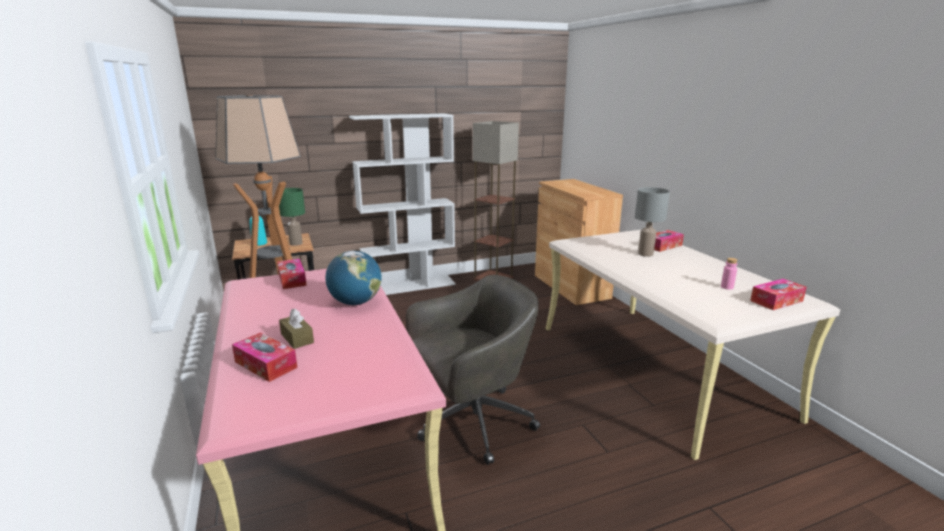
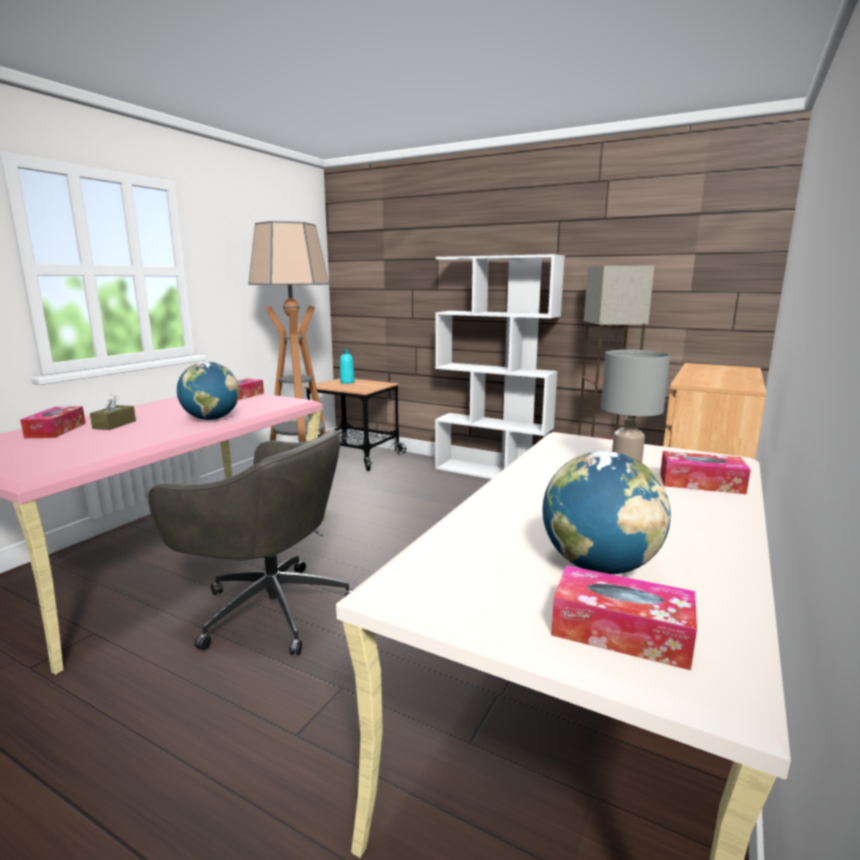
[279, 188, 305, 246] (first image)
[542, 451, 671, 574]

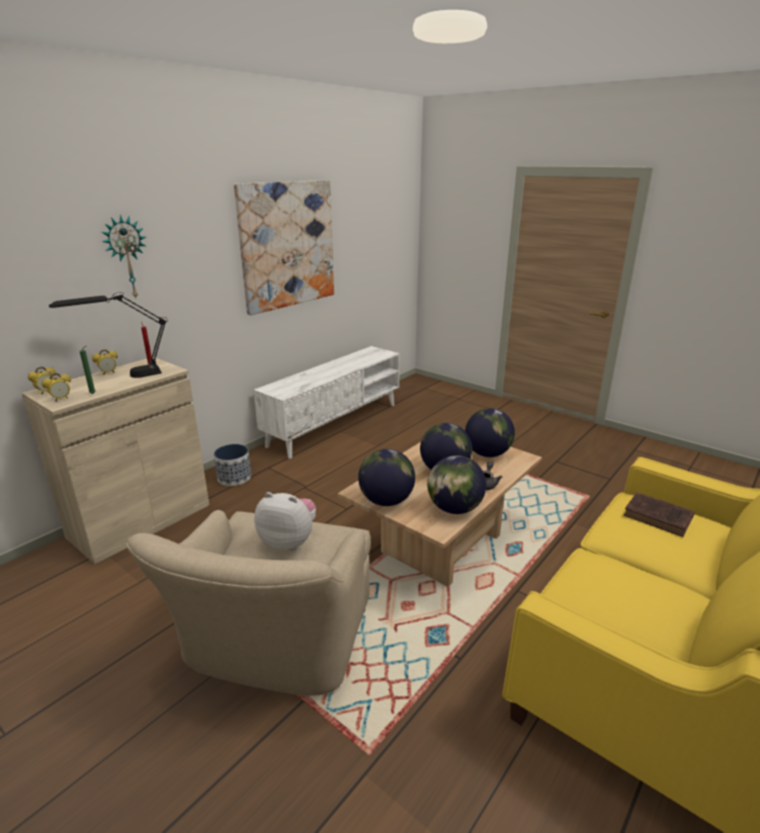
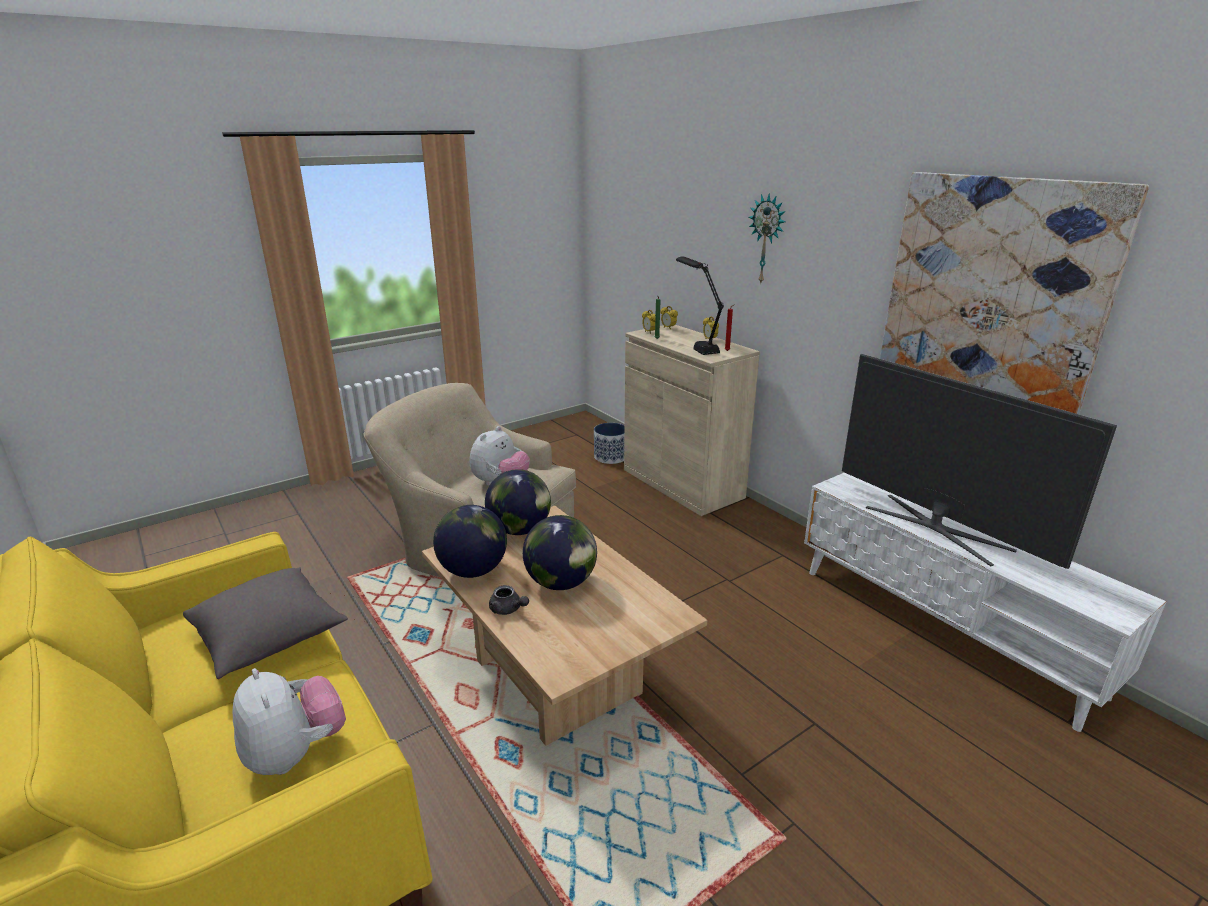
[465, 408, 515, 457] (first image)
[594, 423, 624, 464]
[233, 668, 346, 775]
[842, 354, 1117, 569]
[183, 567, 348, 679]

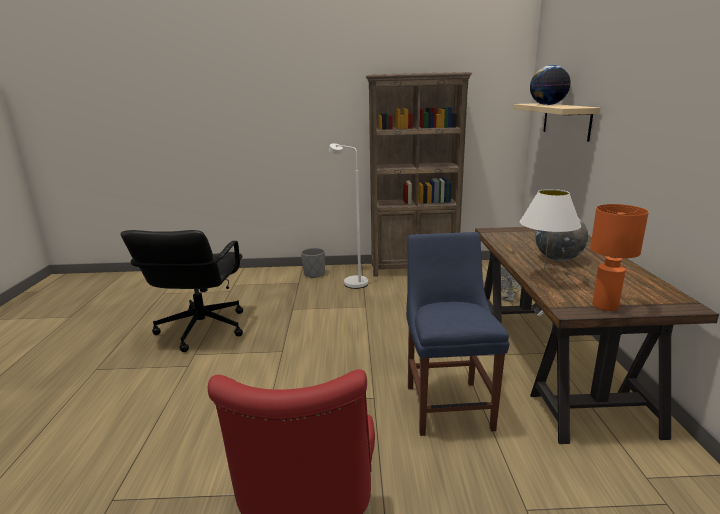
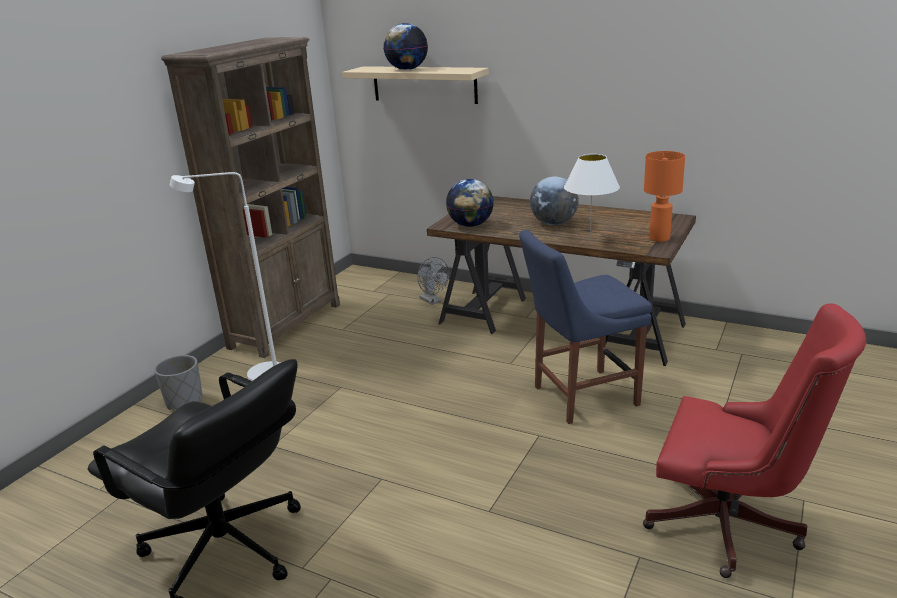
[519, 230, 652, 424]
[446, 179, 494, 227]

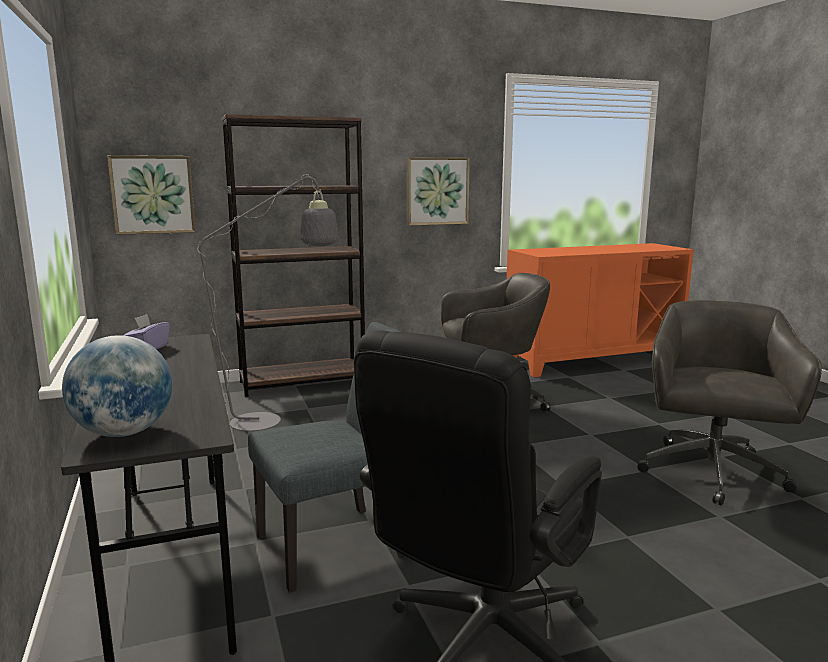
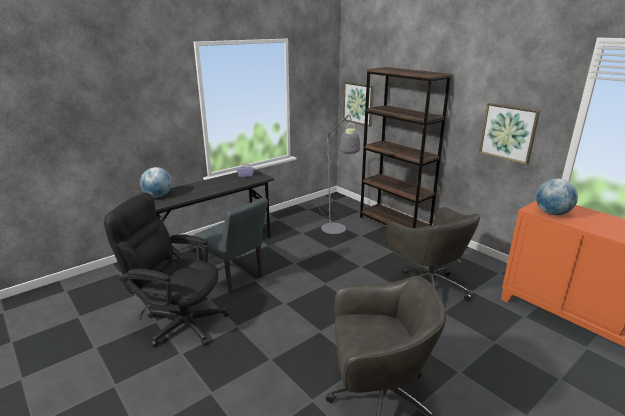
[536, 179, 578, 215]

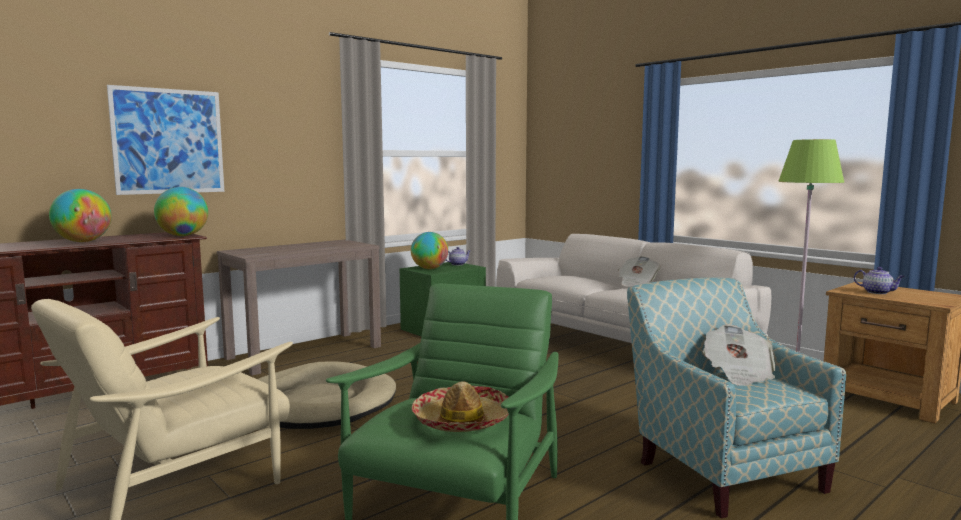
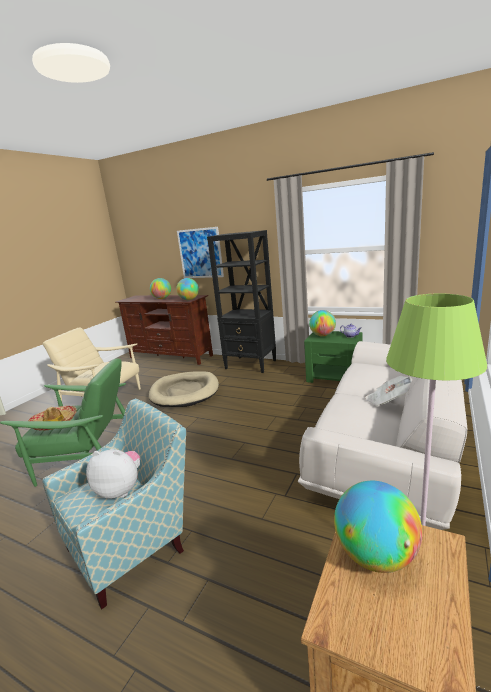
[207, 230, 276, 373]
[334, 481, 422, 573]
[86, 449, 140, 499]

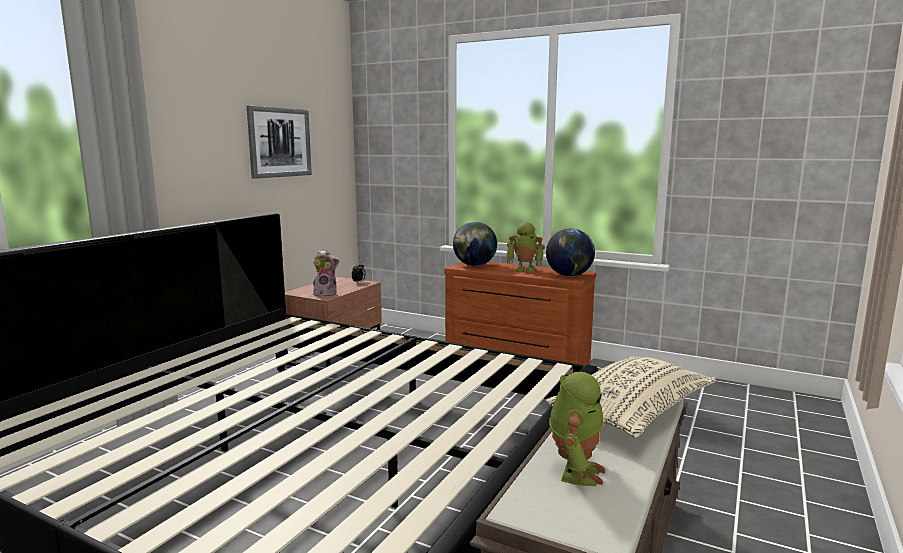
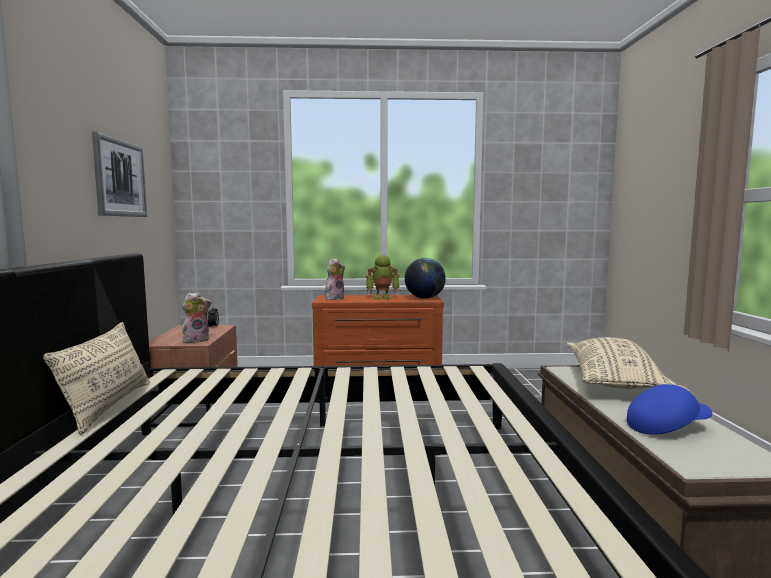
[325, 258, 345, 300]
[627, 384, 712, 435]
[43, 322, 150, 435]

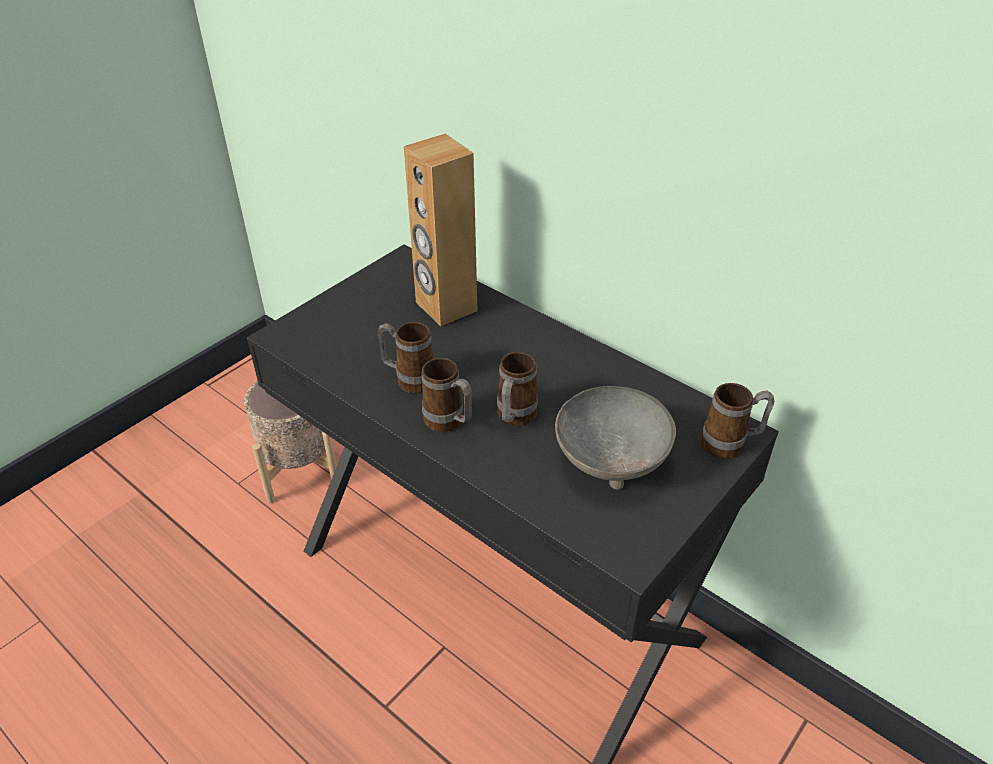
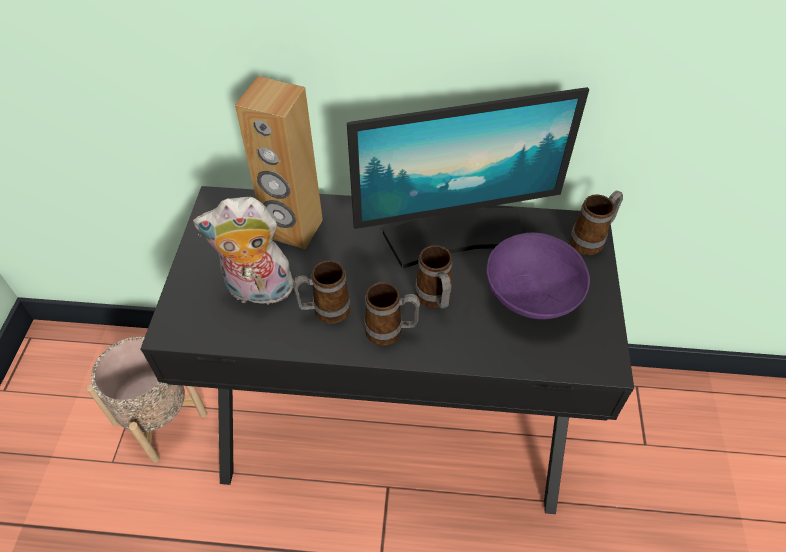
[486, 233, 590, 319]
[347, 87, 589, 269]
[193, 197, 299, 309]

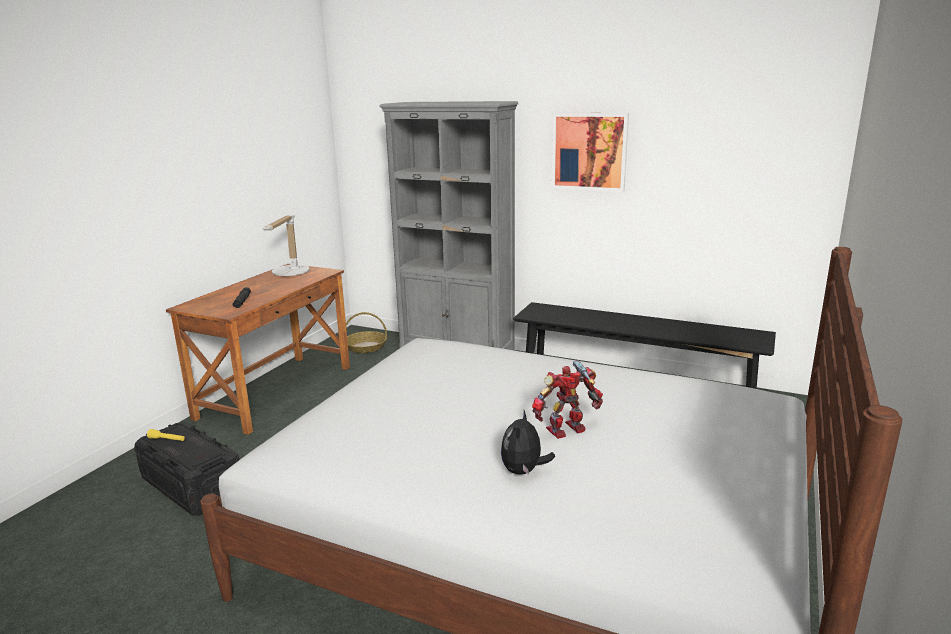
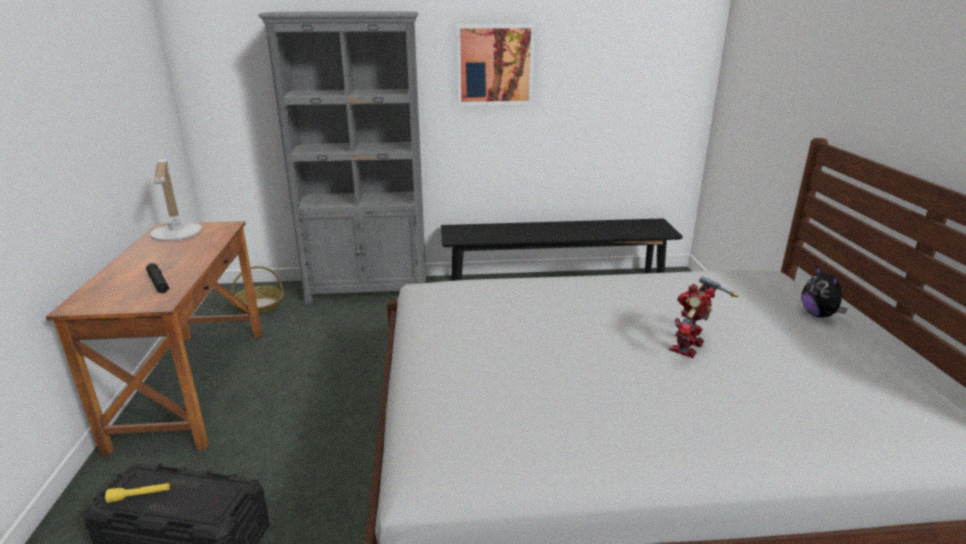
[801, 266, 847, 318]

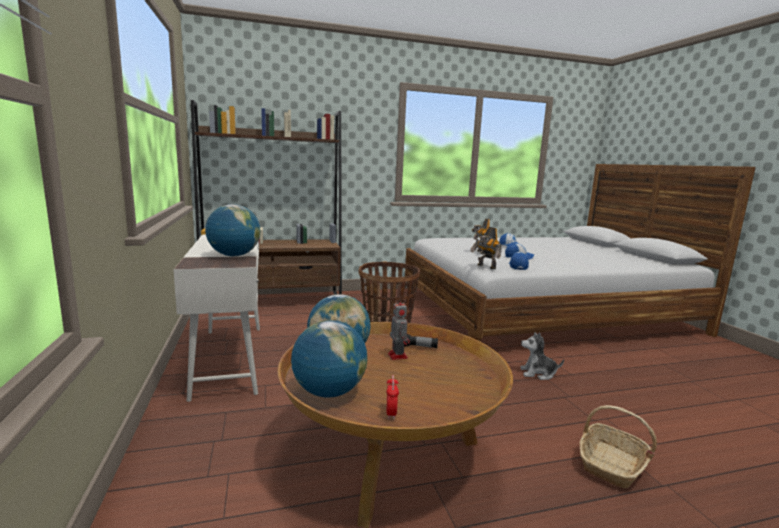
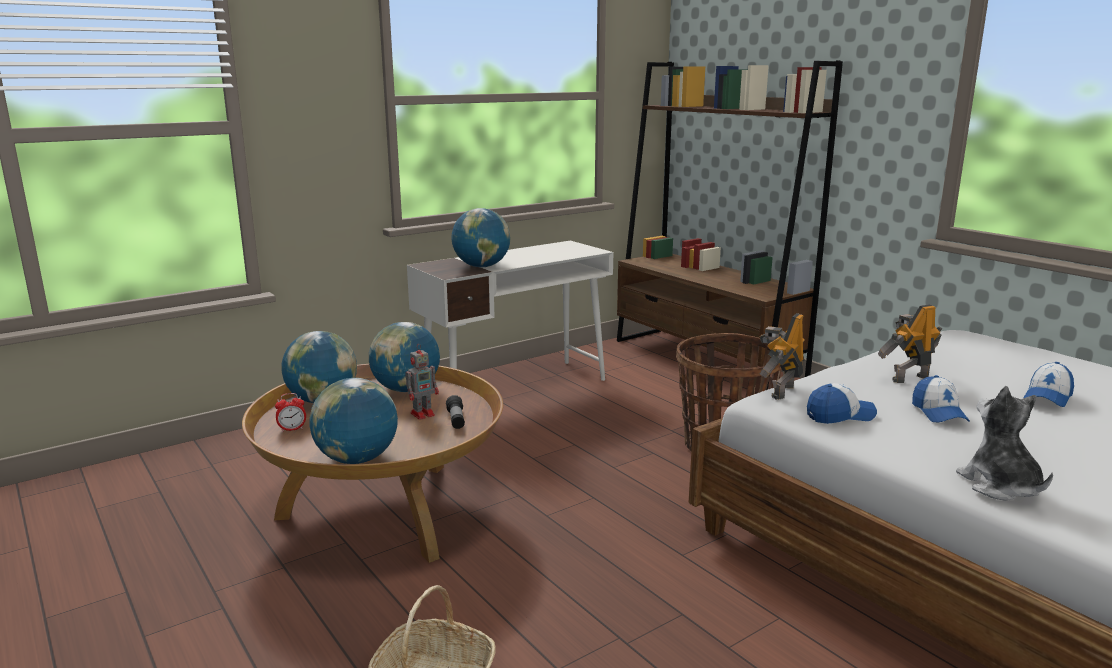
[956, 386, 1053, 501]
[309, 378, 398, 464]

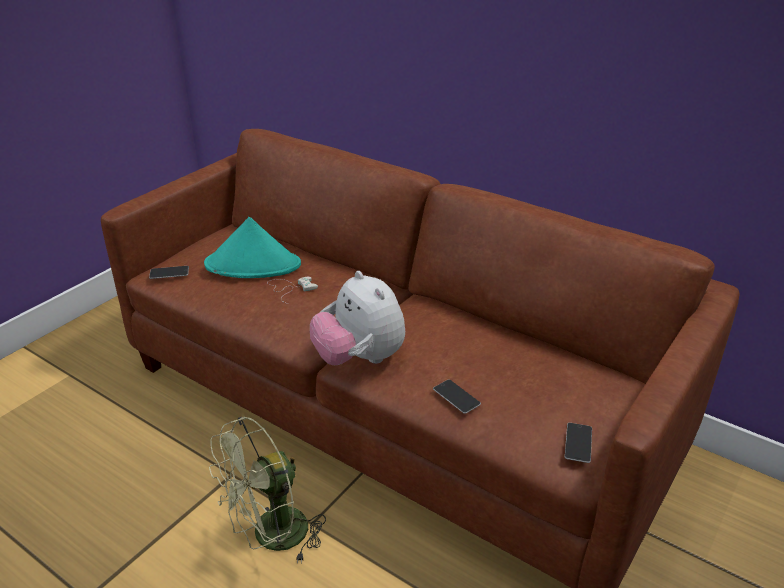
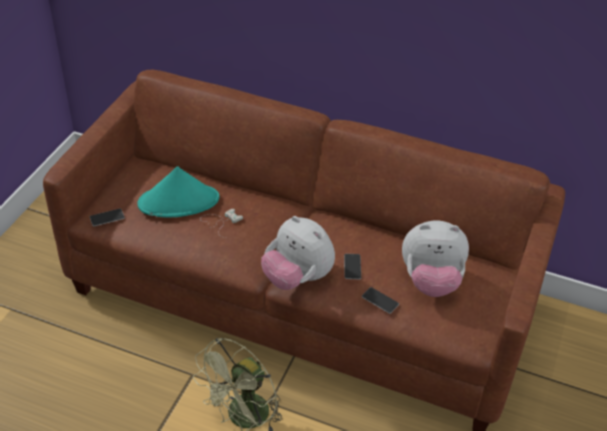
[344, 254, 361, 279]
[402, 220, 469, 297]

